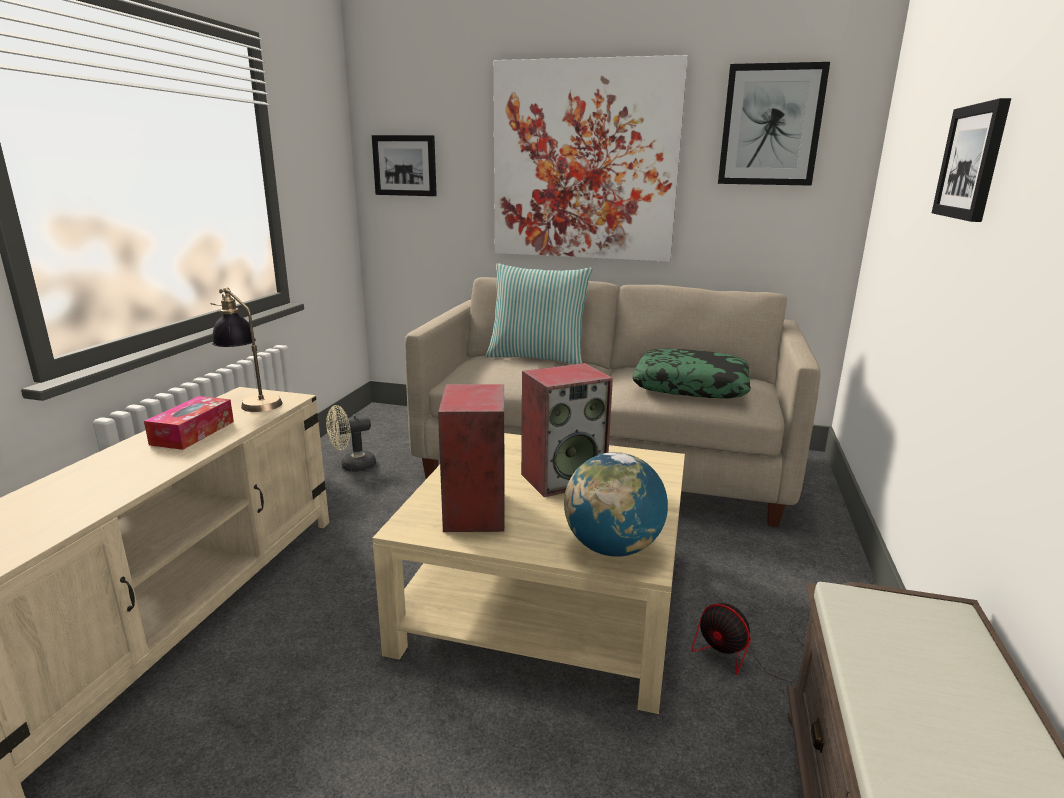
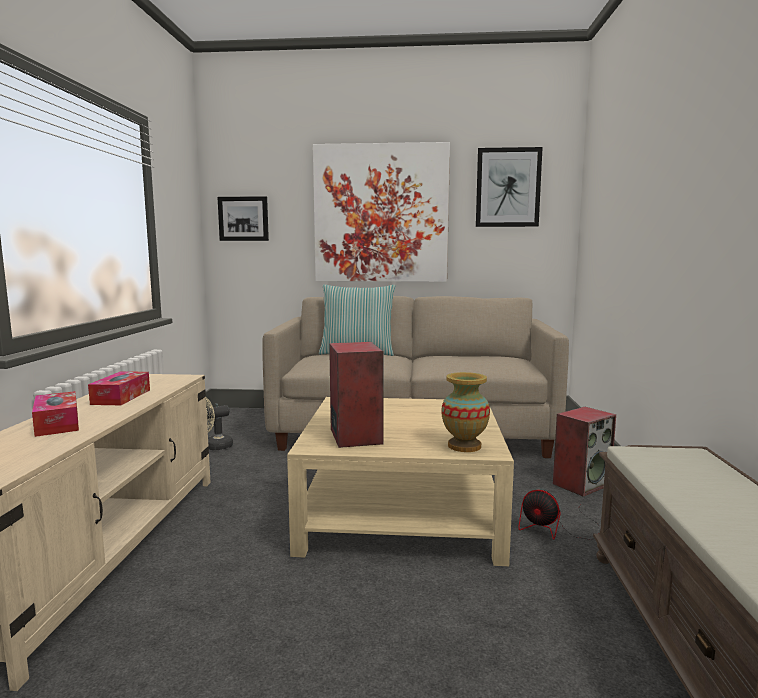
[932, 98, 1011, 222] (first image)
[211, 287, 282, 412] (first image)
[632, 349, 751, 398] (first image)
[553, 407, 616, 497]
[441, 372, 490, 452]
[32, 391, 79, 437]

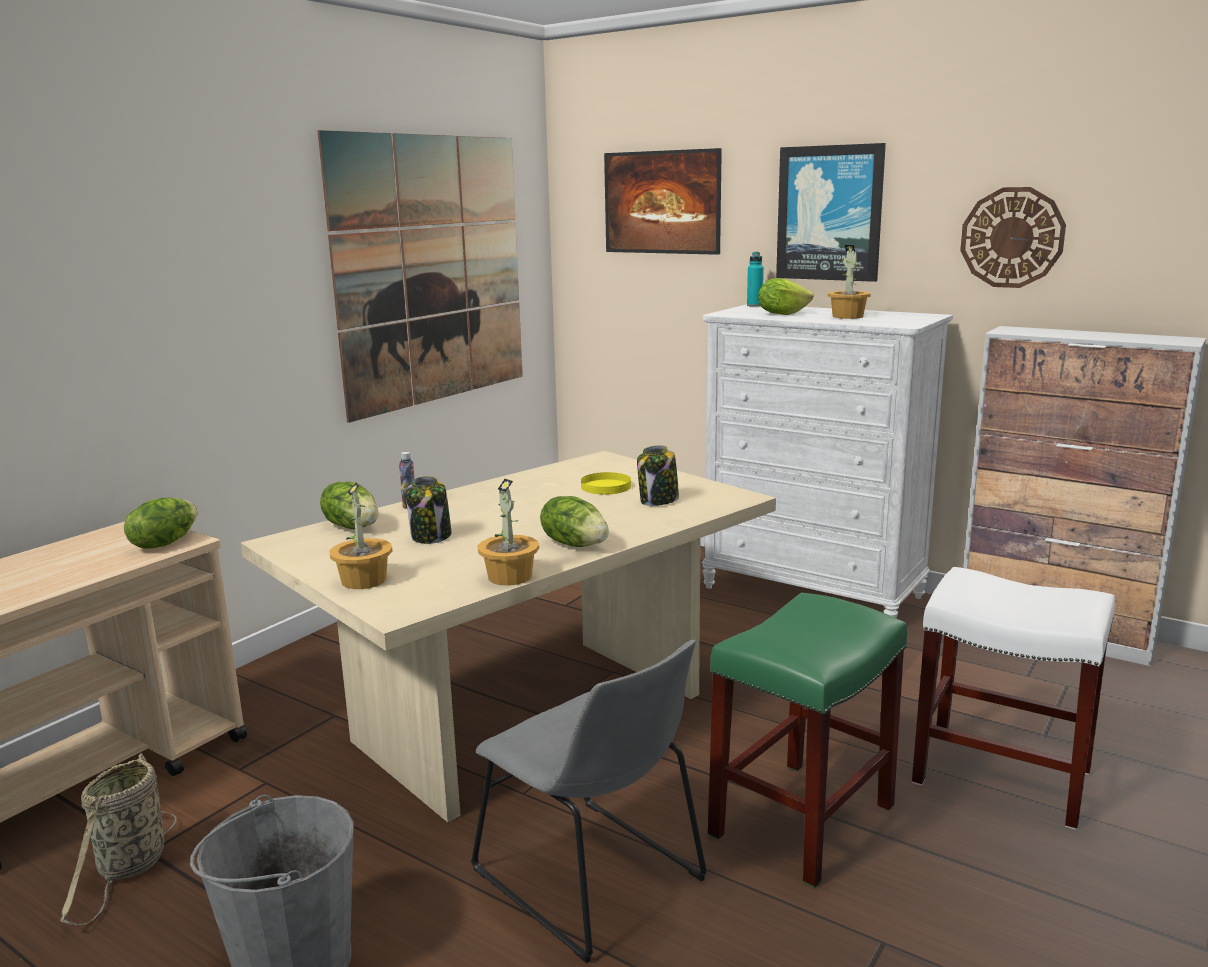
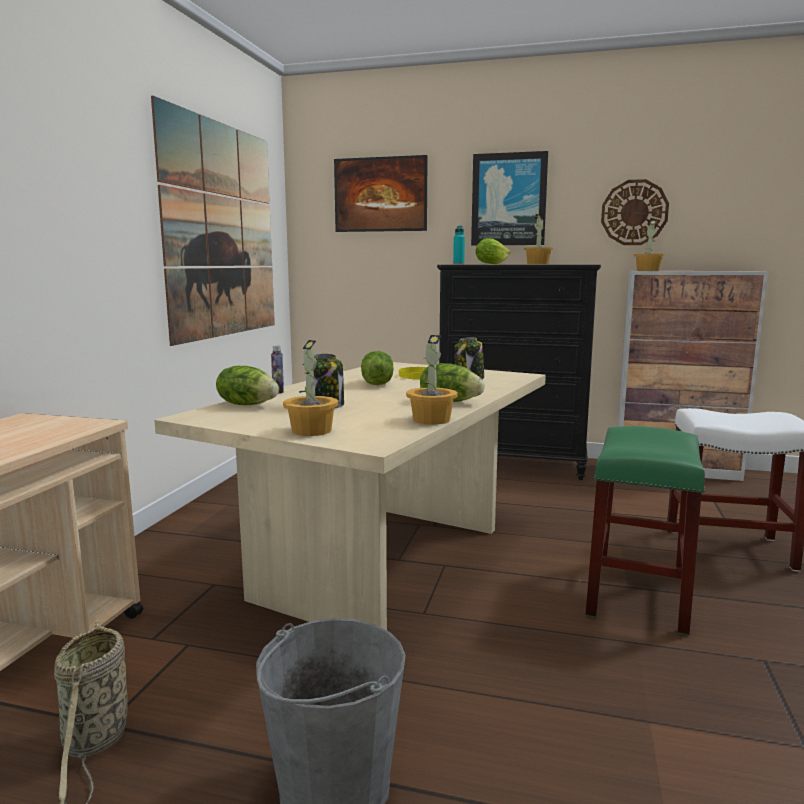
[437, 265, 601, 480]
[361, 351, 394, 385]
[471, 640, 707, 963] (first image)
[634, 220, 665, 271]

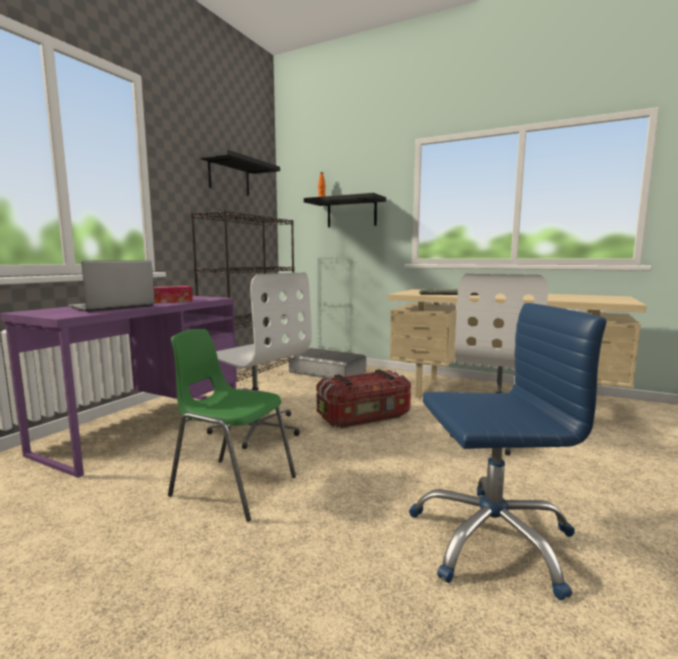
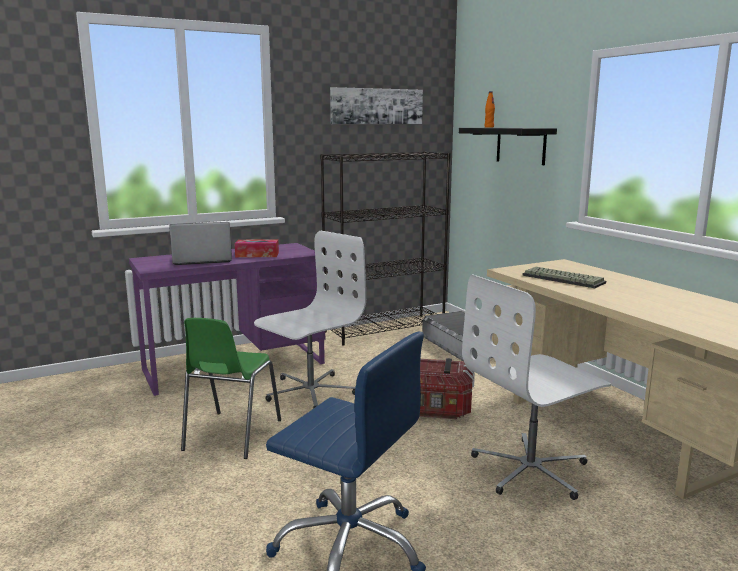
[330, 87, 423, 124]
[254, 231, 366, 409]
[181, 318, 281, 459]

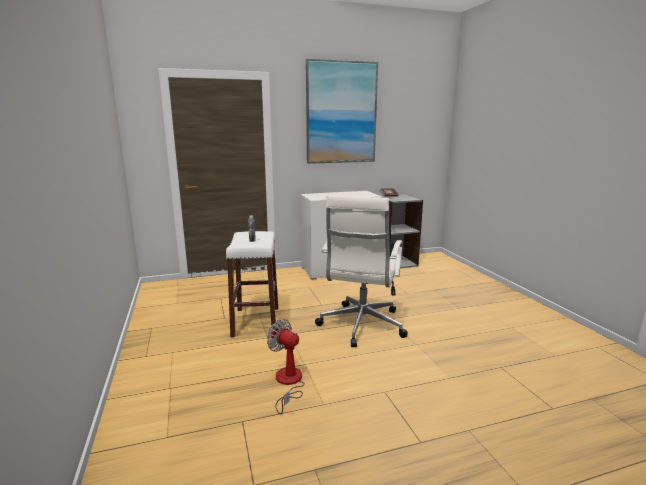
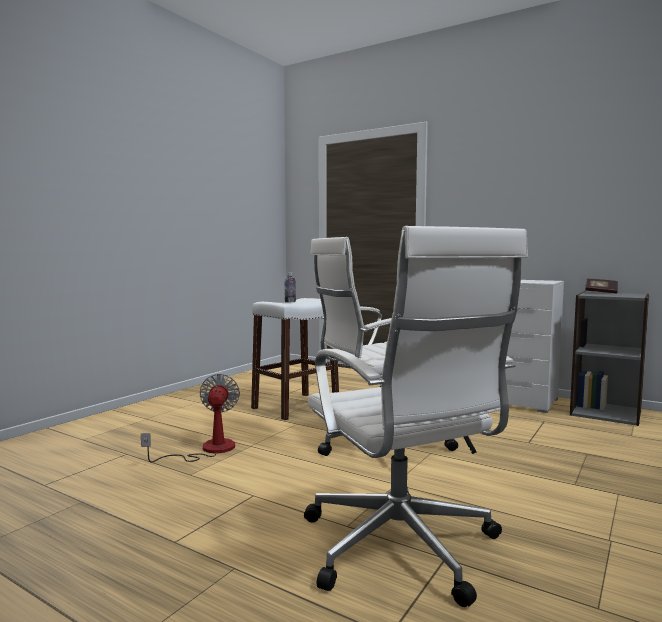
[306, 59, 378, 164] (first image)
[304, 226, 528, 607]

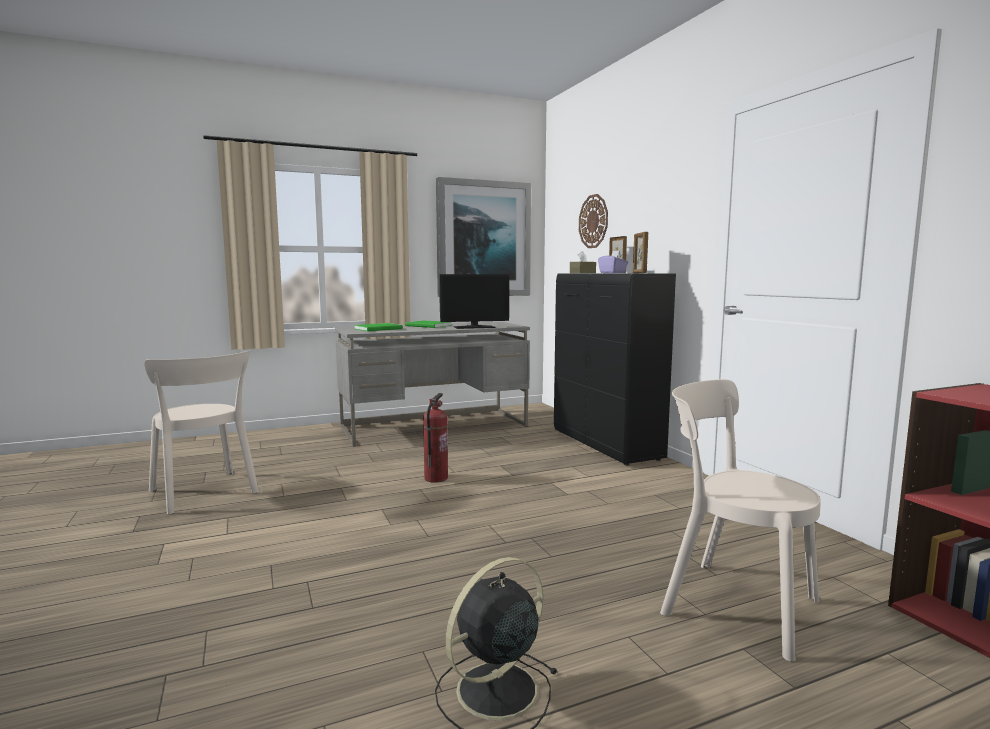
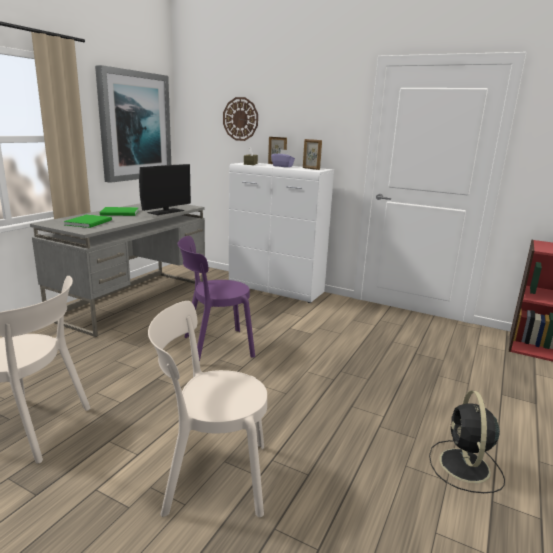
[229, 163, 334, 303]
[148, 301, 267, 517]
[178, 236, 255, 361]

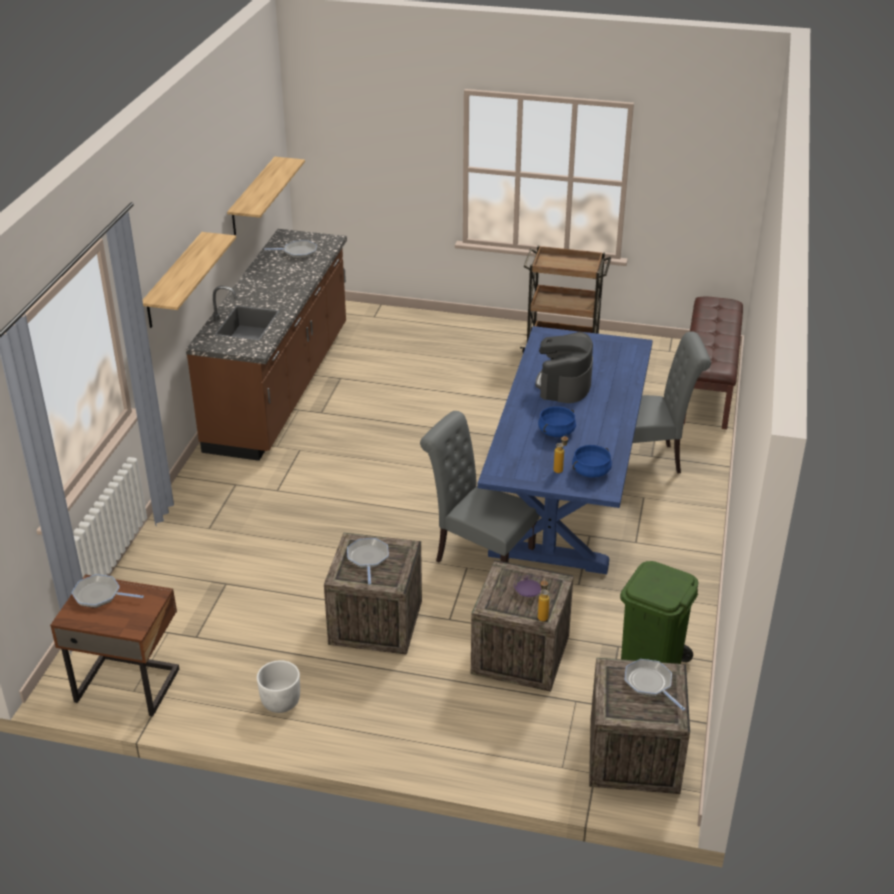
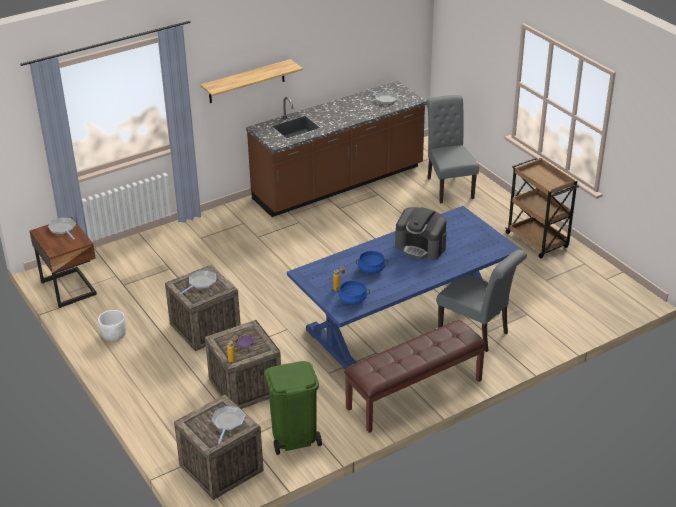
[227, 157, 305, 235] (first image)
[344, 320, 486, 433]
[395, 207, 447, 260]
[426, 95, 479, 204]

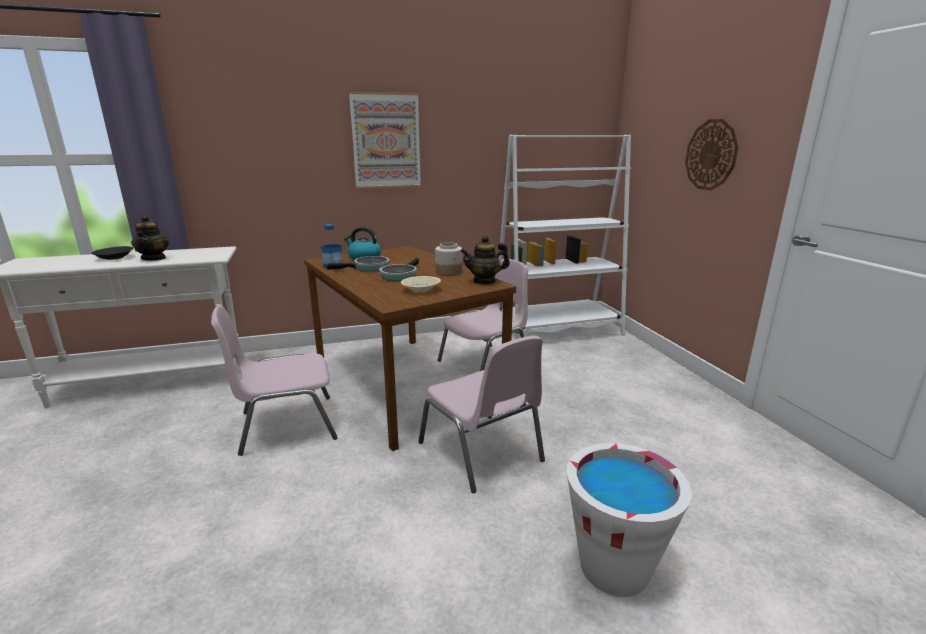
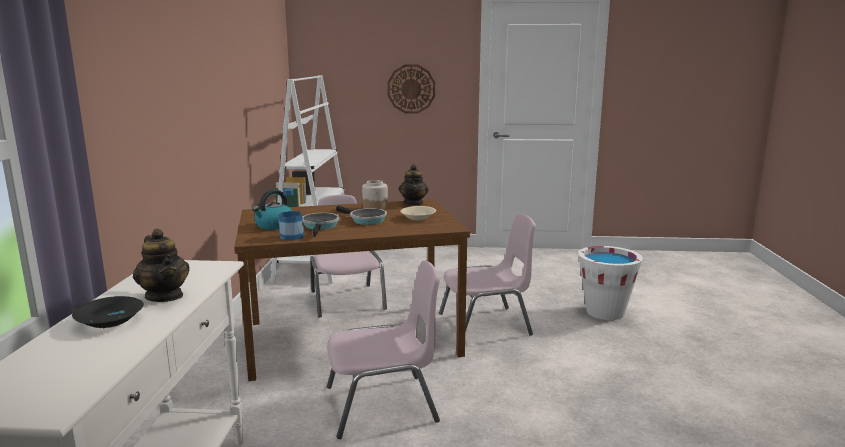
[349, 92, 421, 189] (first image)
[133, 229, 189, 302]
[327, 260, 440, 439]

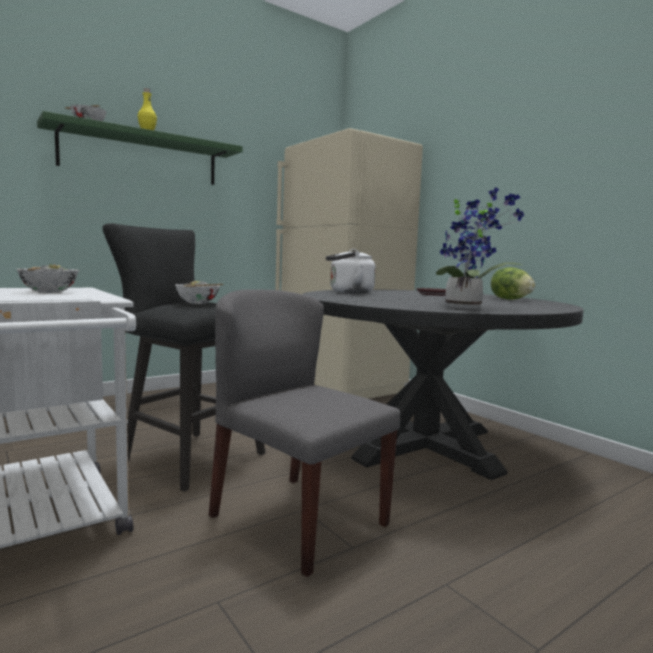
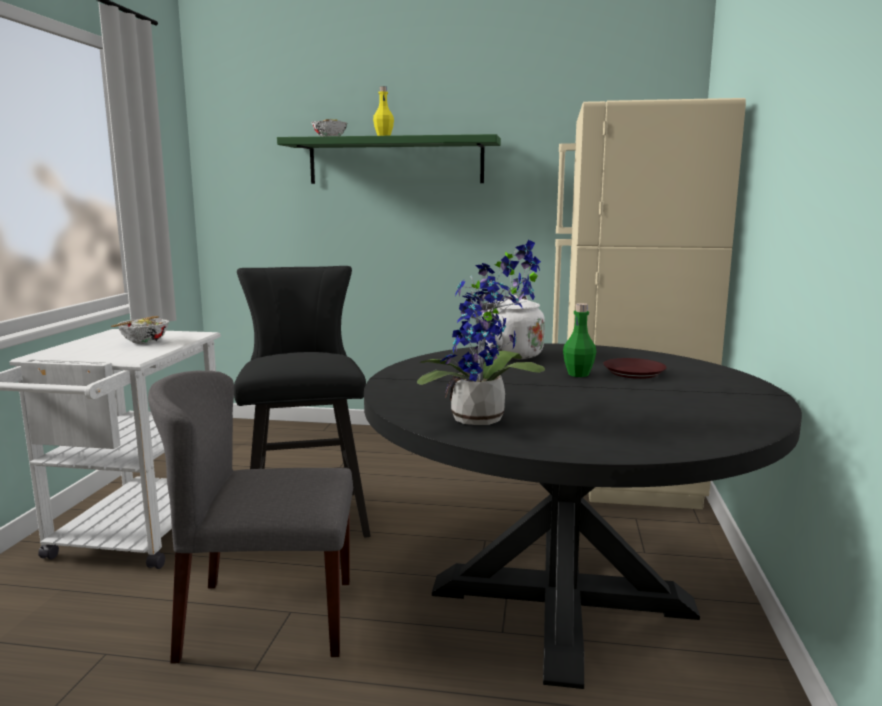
[491, 267, 535, 300] (first image)
[175, 281, 224, 304] (first image)
[148, 371, 353, 664]
[563, 303, 596, 377]

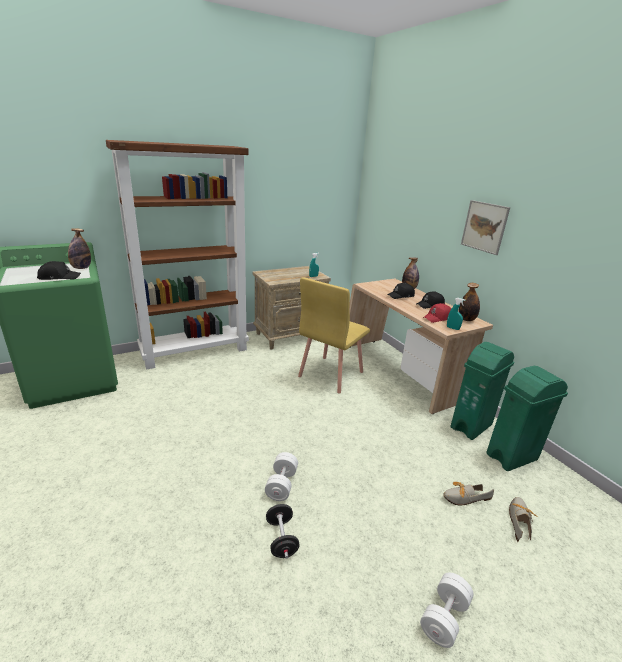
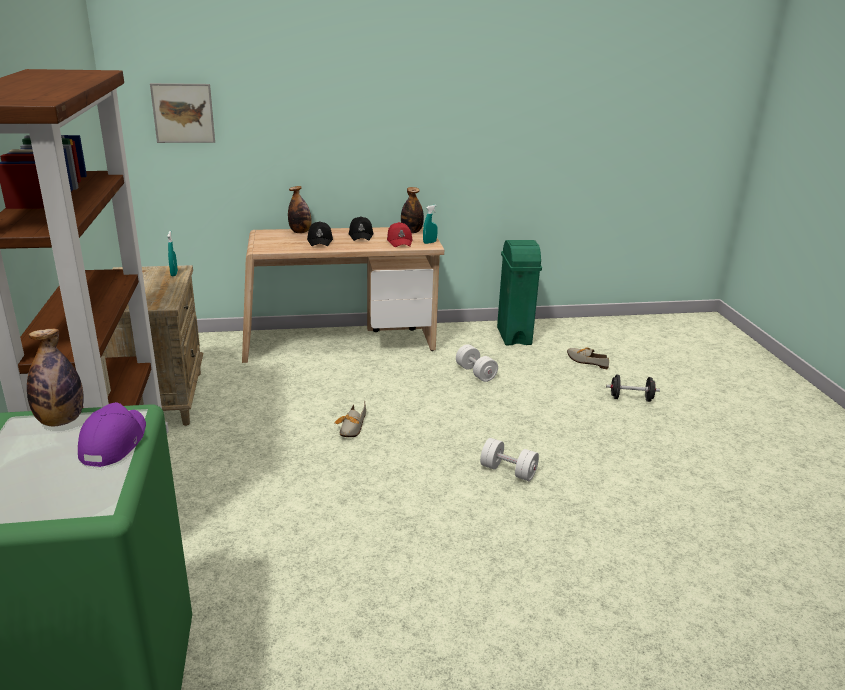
[150, 83, 215, 143]
[78, 402, 146, 467]
[298, 277, 370, 394] (first image)
[450, 342, 514, 440] (first image)
[334, 400, 366, 437]
[606, 375, 660, 402]
[456, 344, 498, 382]

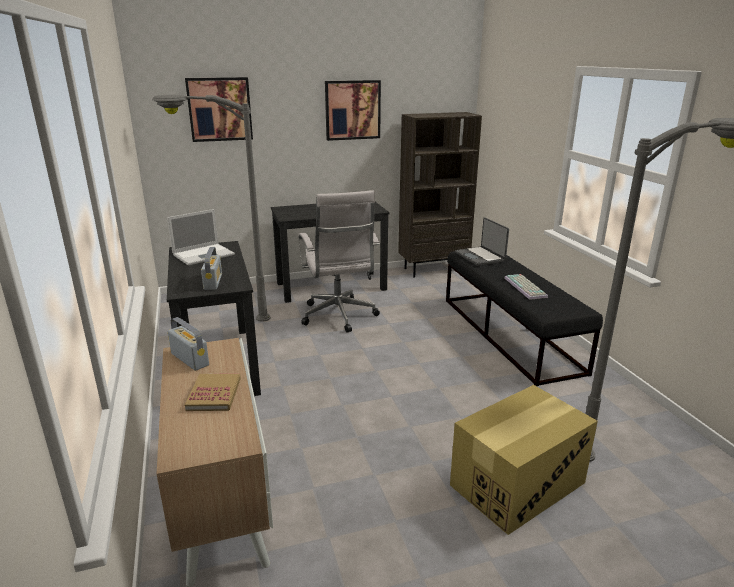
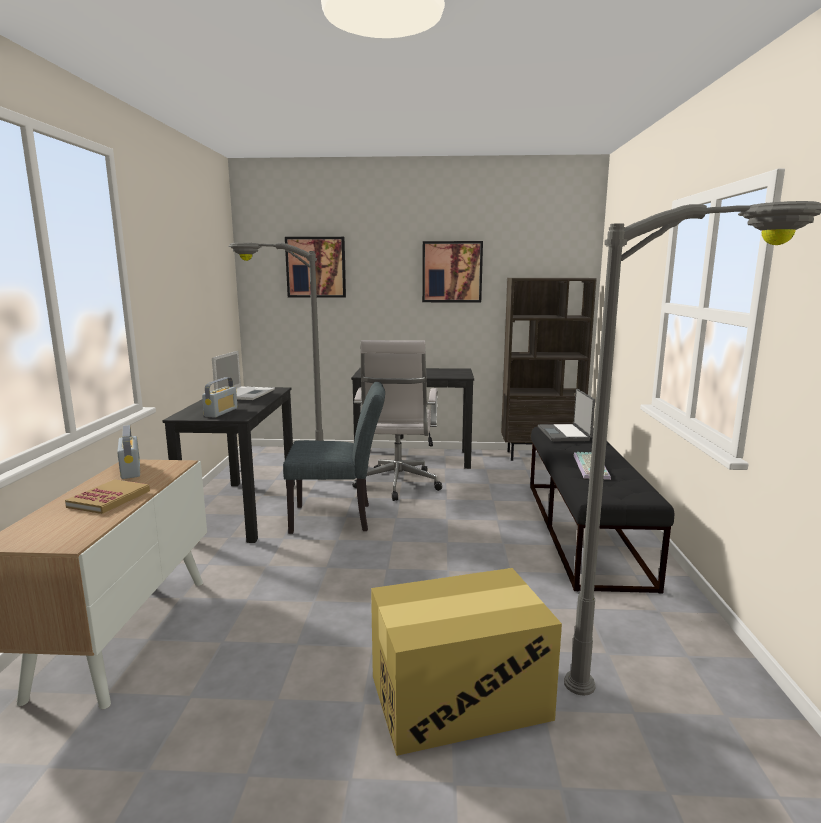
[212, 351, 275, 400]
[283, 382, 385, 534]

